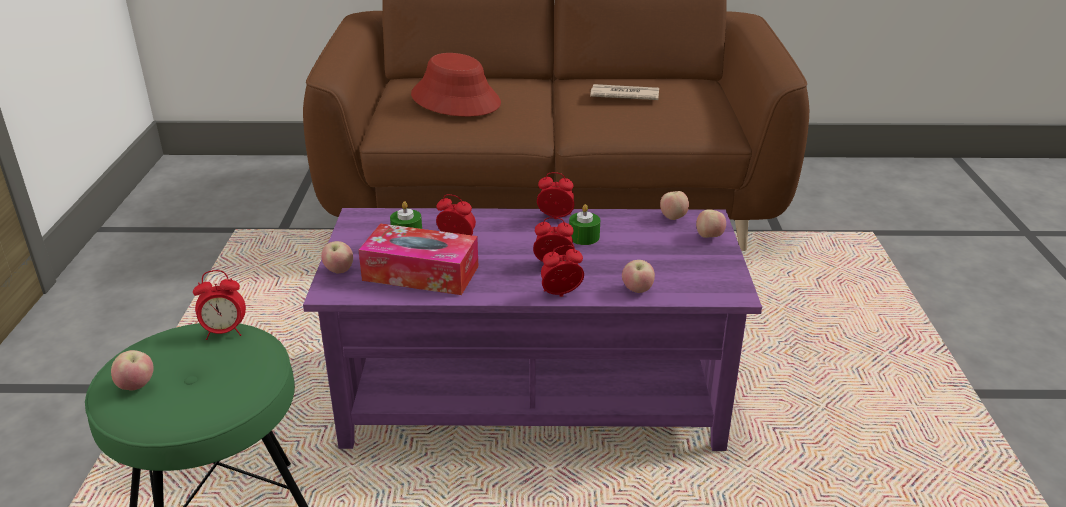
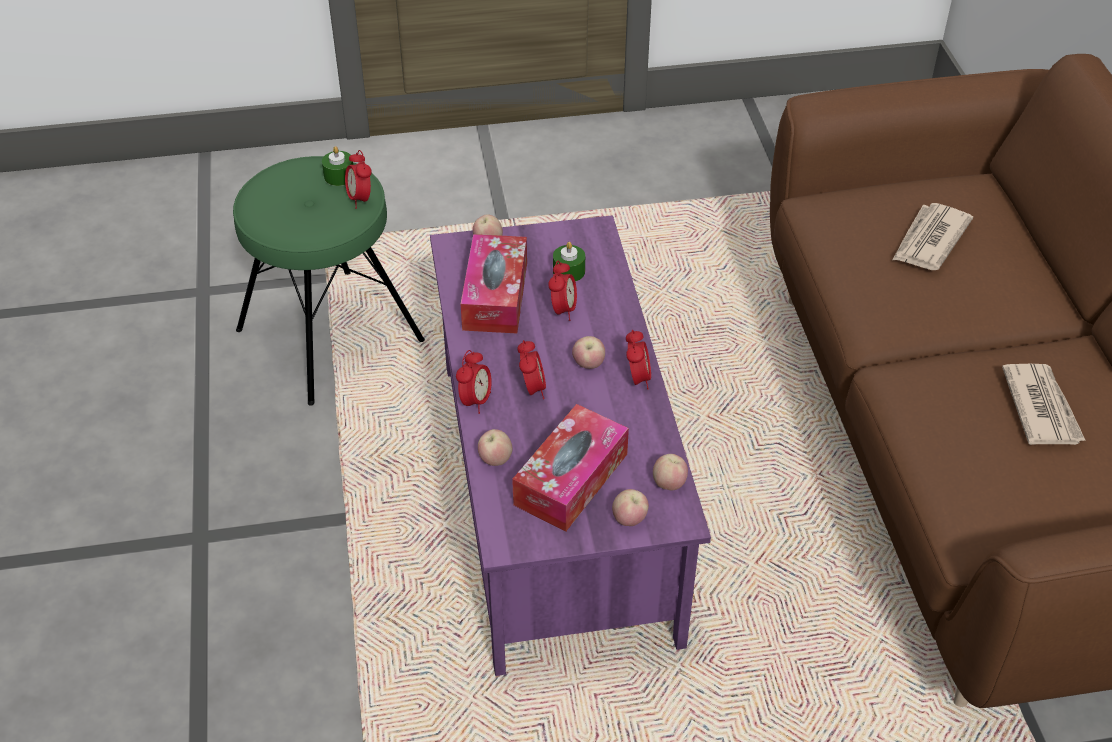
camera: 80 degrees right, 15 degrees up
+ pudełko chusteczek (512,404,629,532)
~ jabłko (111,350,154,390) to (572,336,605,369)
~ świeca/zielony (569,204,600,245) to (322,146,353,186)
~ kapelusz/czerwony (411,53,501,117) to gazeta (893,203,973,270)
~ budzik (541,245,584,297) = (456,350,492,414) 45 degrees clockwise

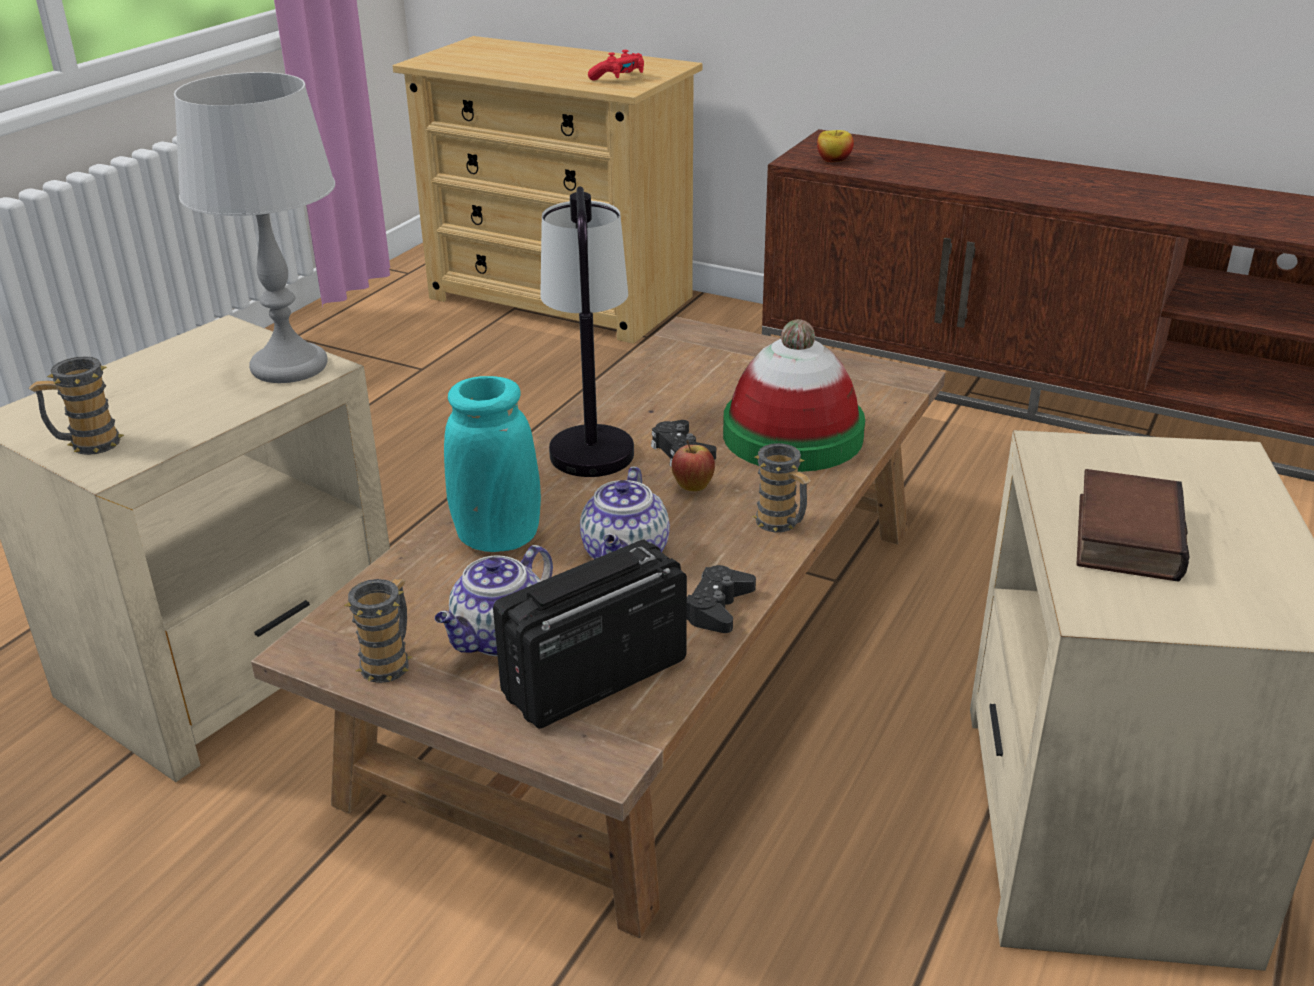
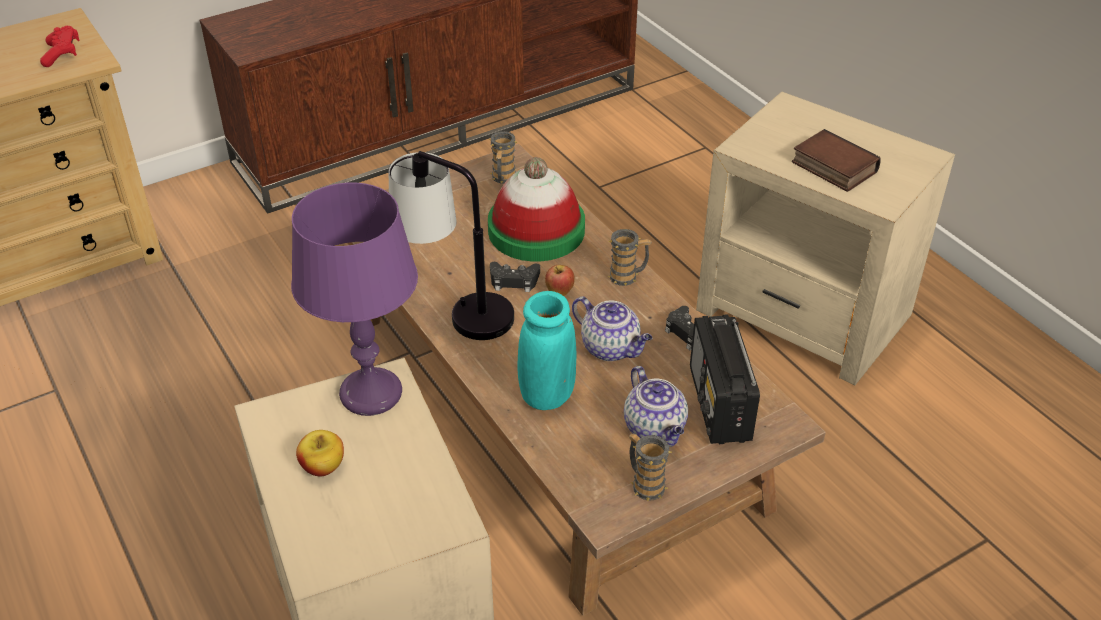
camera: 60 degrees left, 10 degrees up
~ kubek (29,356,124,455) to (488,131,517,184)
~ jabłko (817,130,854,162) to (296,430,344,477)
~ lampa stołowa/szary (174,72,335,383) to lampa stołowa/fioletowy (291,182,418,416)

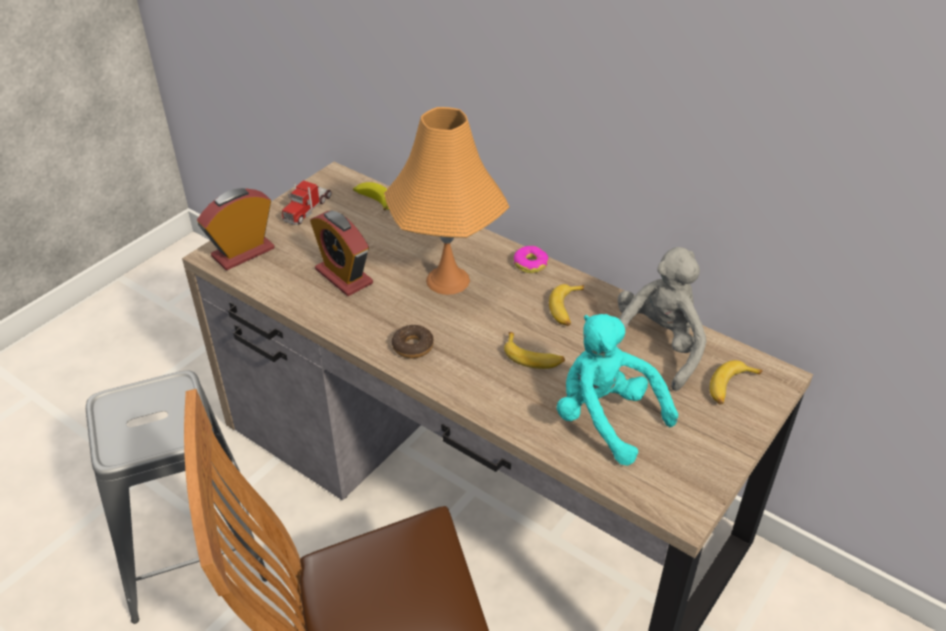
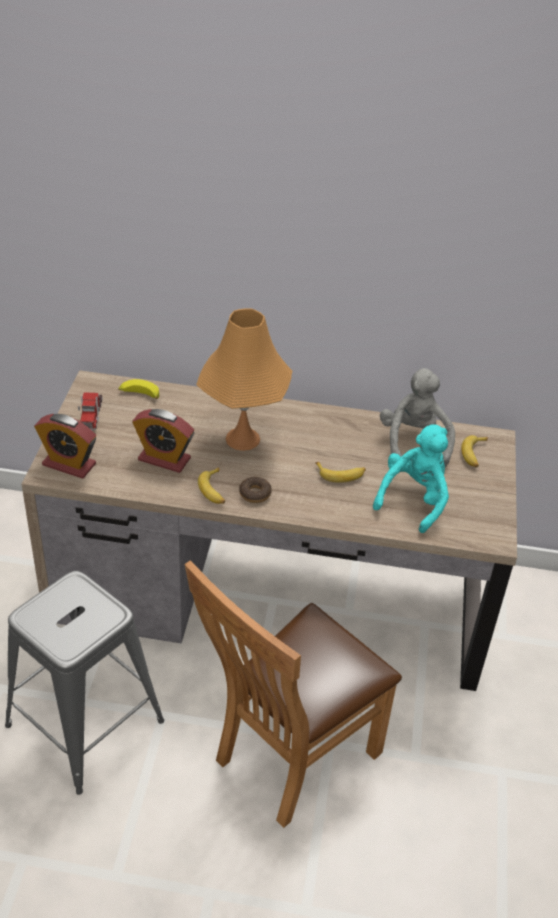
camera: 30 degrees left, 0 degrees up
- donut (514,246,549,273)
~ banan (549,284,584,326) to (198,468,225,504)
~ budzik (197,188,274,270) = (34,414,96,479) 90 degrees counterclockwise
~ pluszak/turkusowy (557,314,678,466) = (373,424,449,533) 105 degrees clockwise

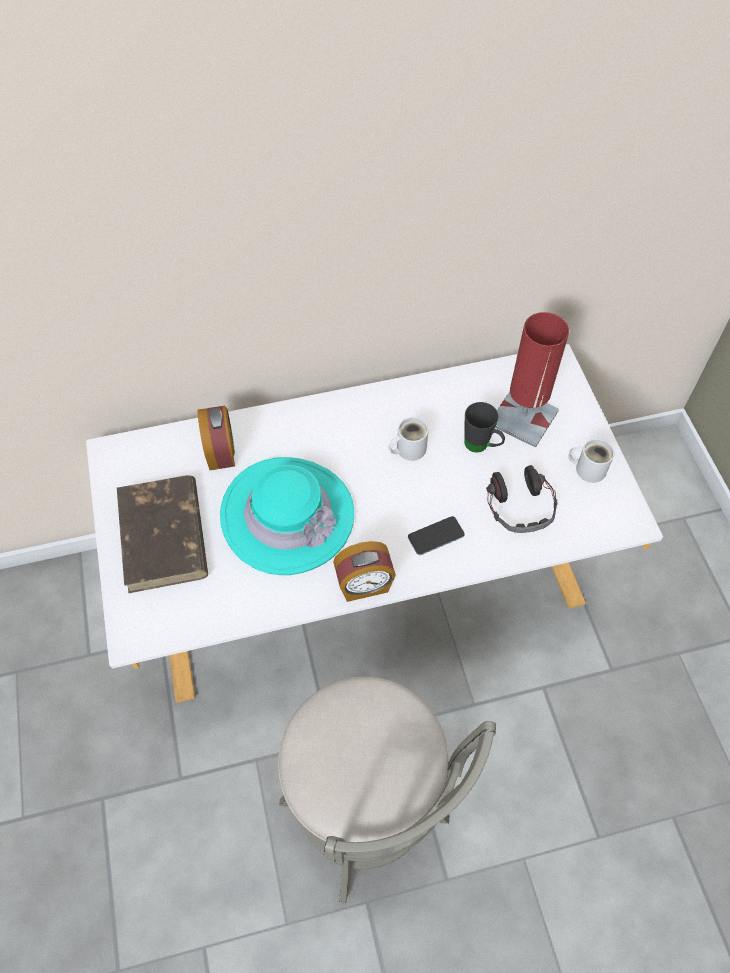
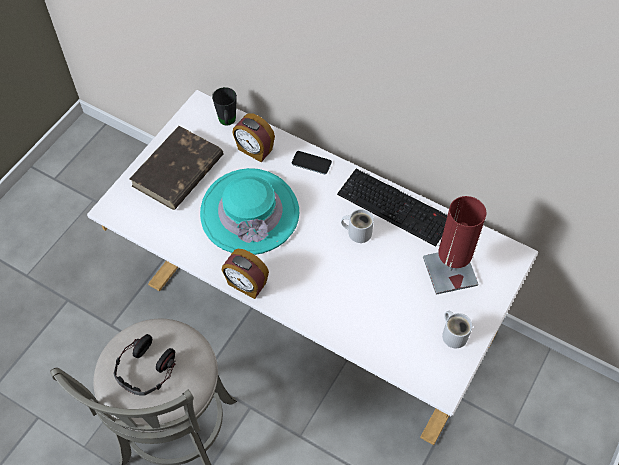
camera: 45 degrees right, 0 degrees up
+ klawiatura (337,169,447,247)
~ telefon (408,516,465,555) to (292,151,332,174)
~ kubek/czarny (464,402,505,453) to (212,87,237,125)
~ słuchawki (486,465,558,533) to (114,334,175,395)
~ budzik (198,406,235,470) = (232,113,275,162) 90 degrees clockwise

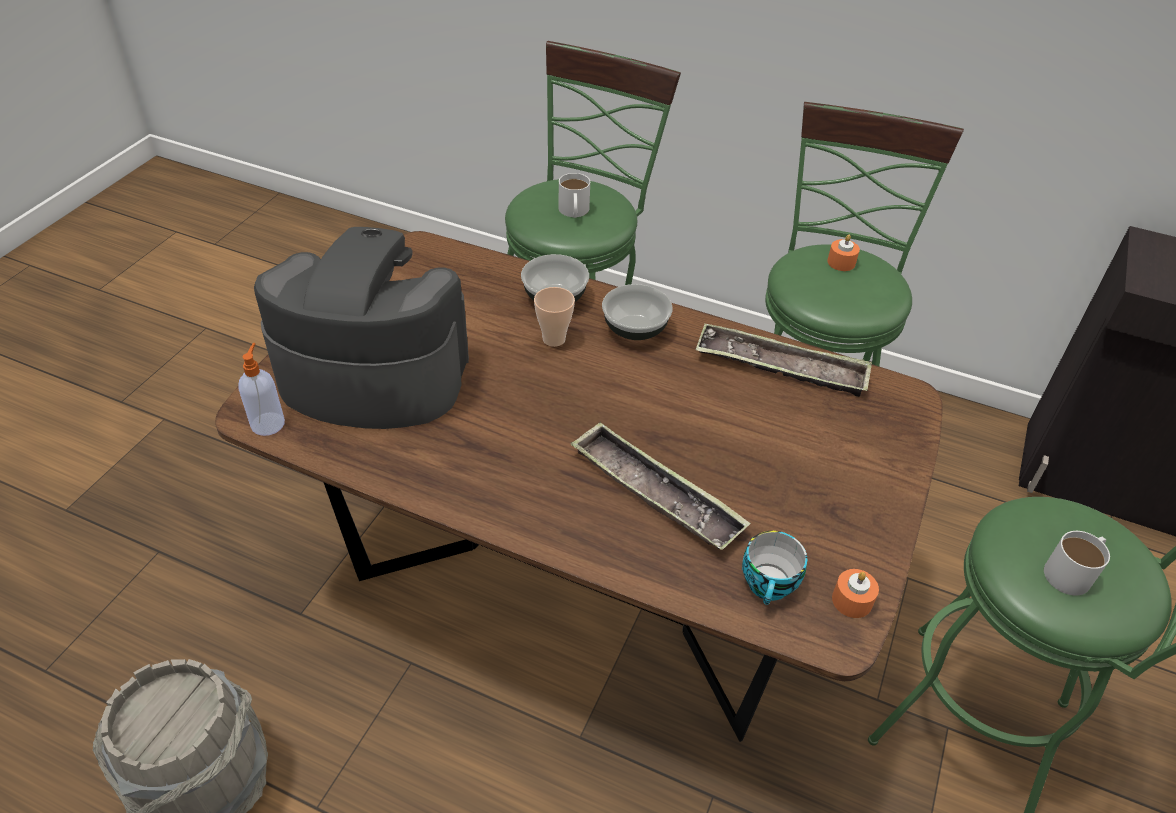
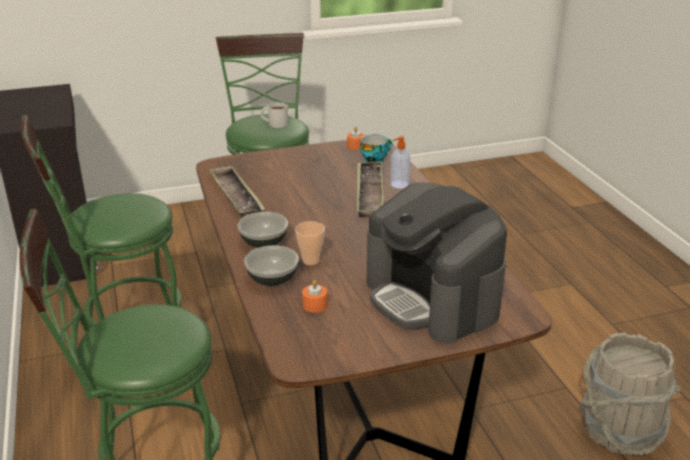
camera: 130 degrees left, 15 degrees down
- kubek/biały (558,173,590,218)
~ dozownik mydła (238,343,285,436) to (391,136,410,188)
~ świeca/pomarańczowy (827,235,860,271) to (302,280,328,313)

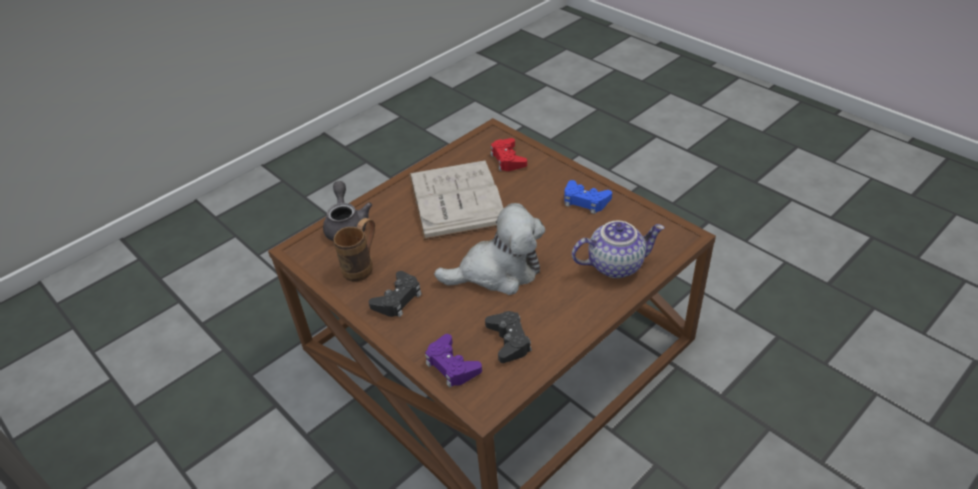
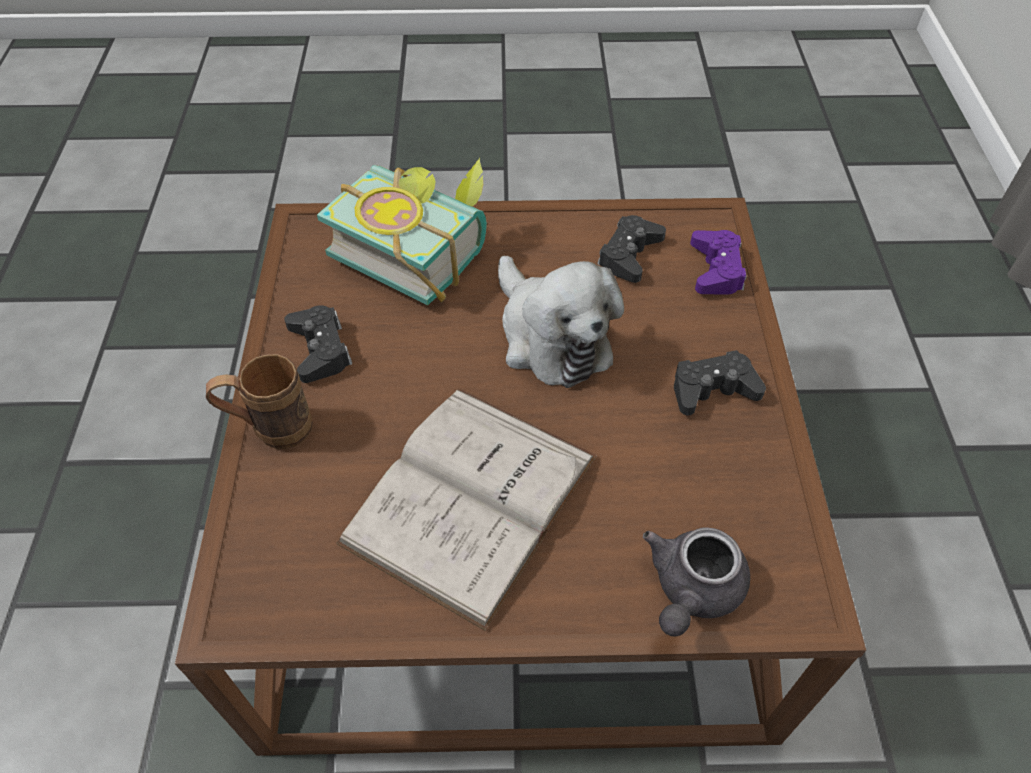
camera: 140 degrees left, 10 degrees up
- pad do gier/czerwony (491,138,527,171)
~ kubek/brązowy (333,218,375,282) to (206,354,313,449)
~ imbryk (572,221,665,278) to książka (317,158,487,306)
~ pad do gier/niebieski (564,180,612,214) to pad do gier/czarny (284,305,352,383)
~ pluszak (434,203,545,295) = (498,256,624,388) 150 degrees counterclockwise

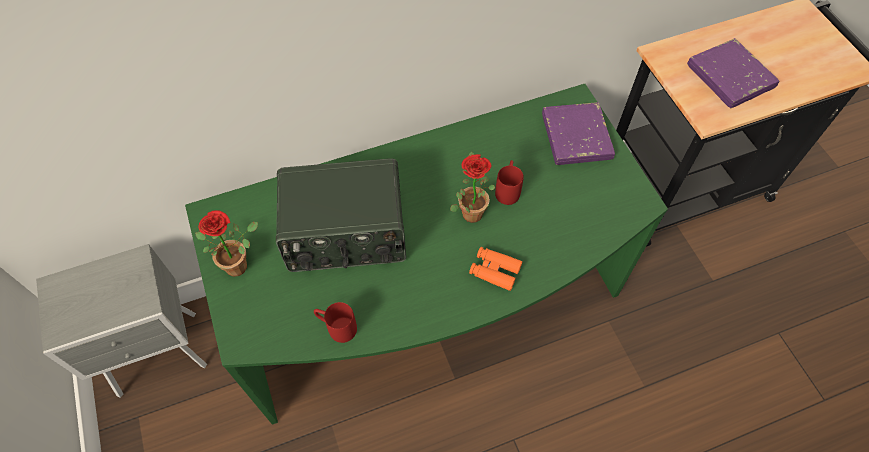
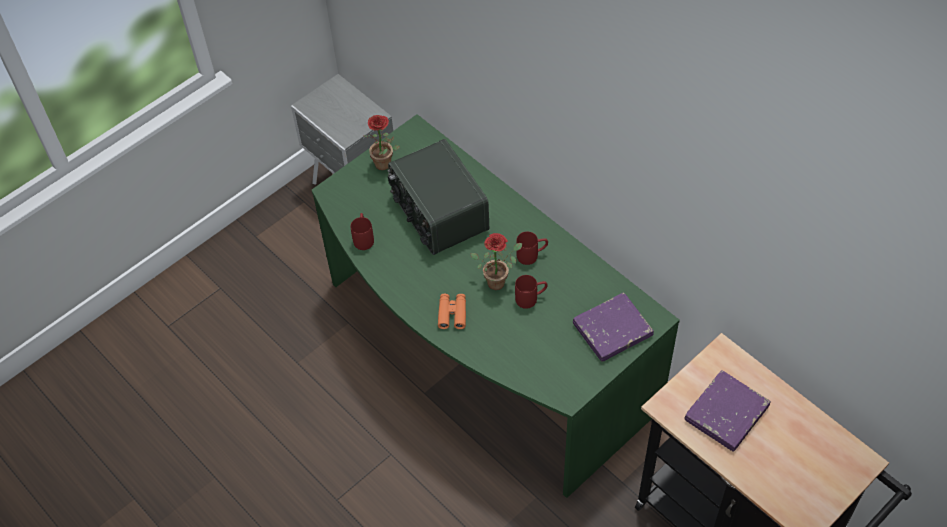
camera: 70 degrees right, 5 degrees down
+ kubek/czerwony (516,232,548,265)

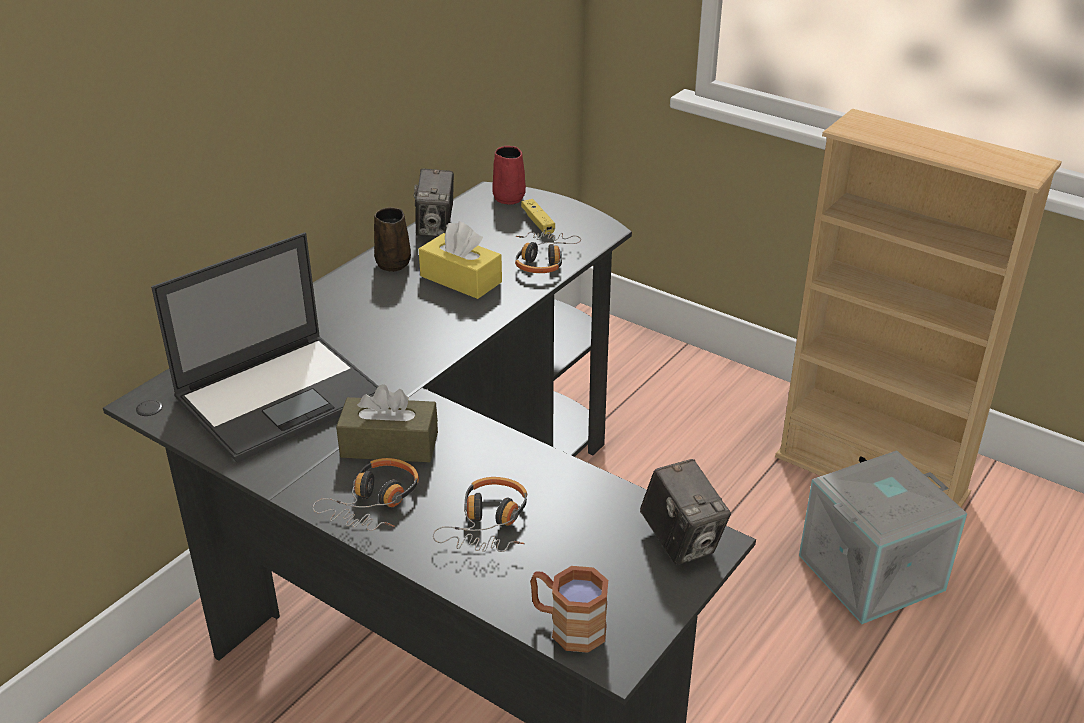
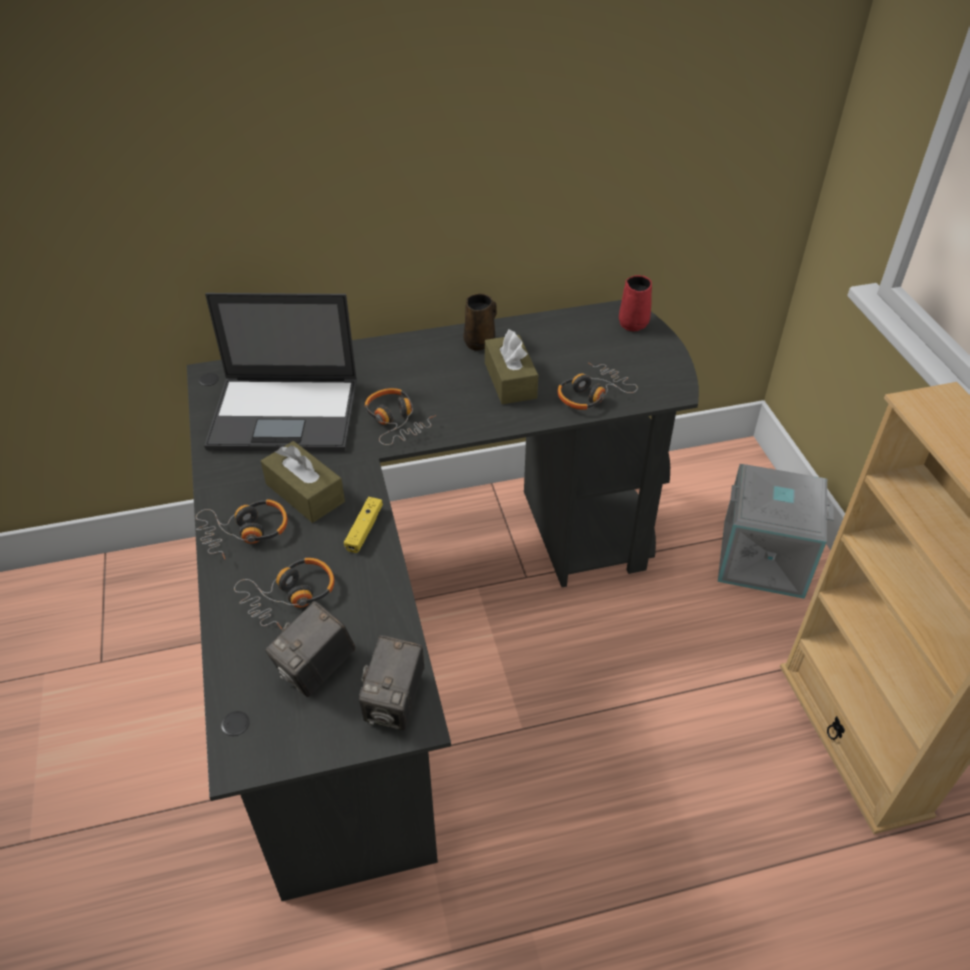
camera: 40 degrees right, 10 degrees up
- kubek/brązowy (530,566,608,653)
+ słuchawki (365,388,436,445)
~ aparat fotograficzny (414,169,454,237) to (265,601,356,697)
~ pad do gier/żółty (521,199,555,234) to (344,497,383,553)
~ pojemnik do przechowywania/szary (799,450,967,624) to (718,464,834,599)
~ pudełko chusteczek/żółty (419,221,502,299) to pudełko chusteczek/brązowy (485,329,538,404)

